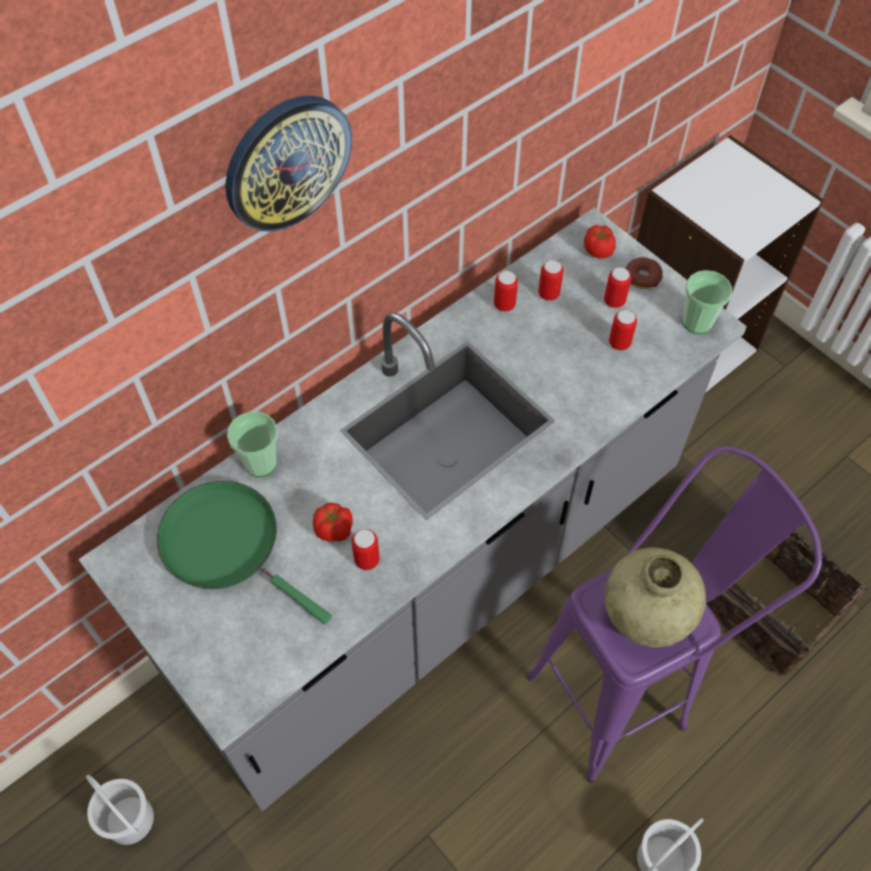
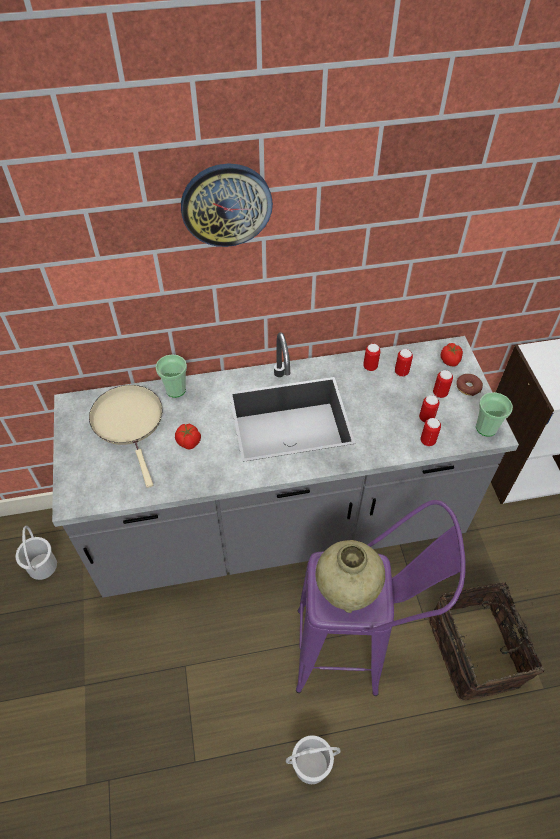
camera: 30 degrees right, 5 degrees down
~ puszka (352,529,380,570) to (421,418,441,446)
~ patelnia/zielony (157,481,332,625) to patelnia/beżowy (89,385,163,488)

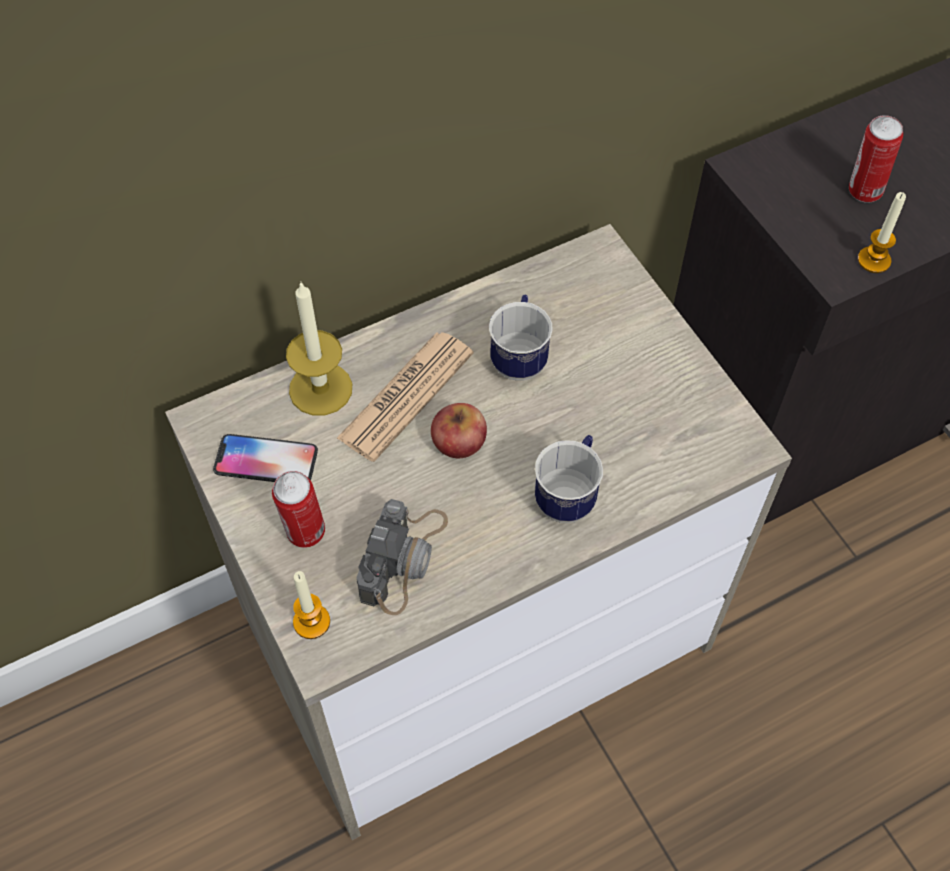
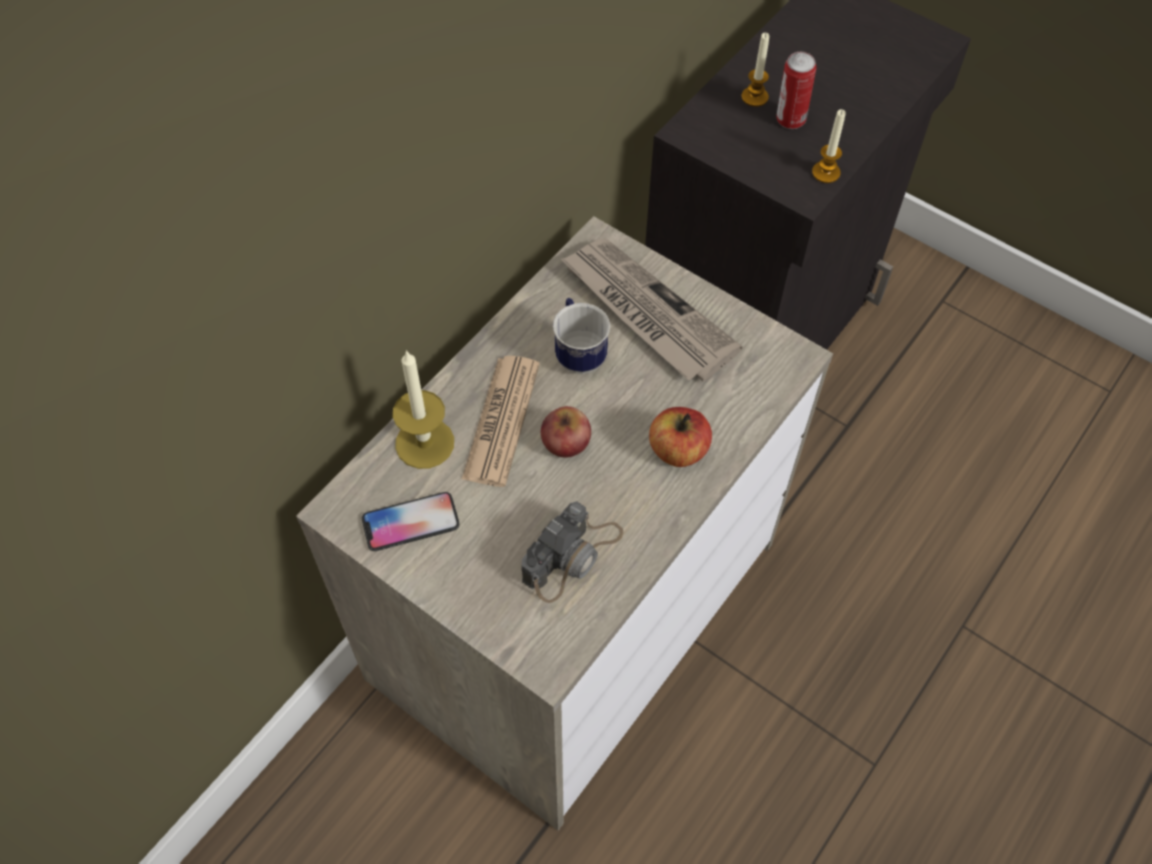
camera: 25 degrees left, 0 degrees up
- puszka (272,471,325,548)
+ gazeta (561,239,743,381)
~ świeca (293,571,330,639) to (741,33,769,107)
~ kubek (535,435,603,523) to jabłko (649,407,712,467)
~ aparat fotograficzny (356,499,448,615) = (522,501,624,603) 45 degrees clockwise

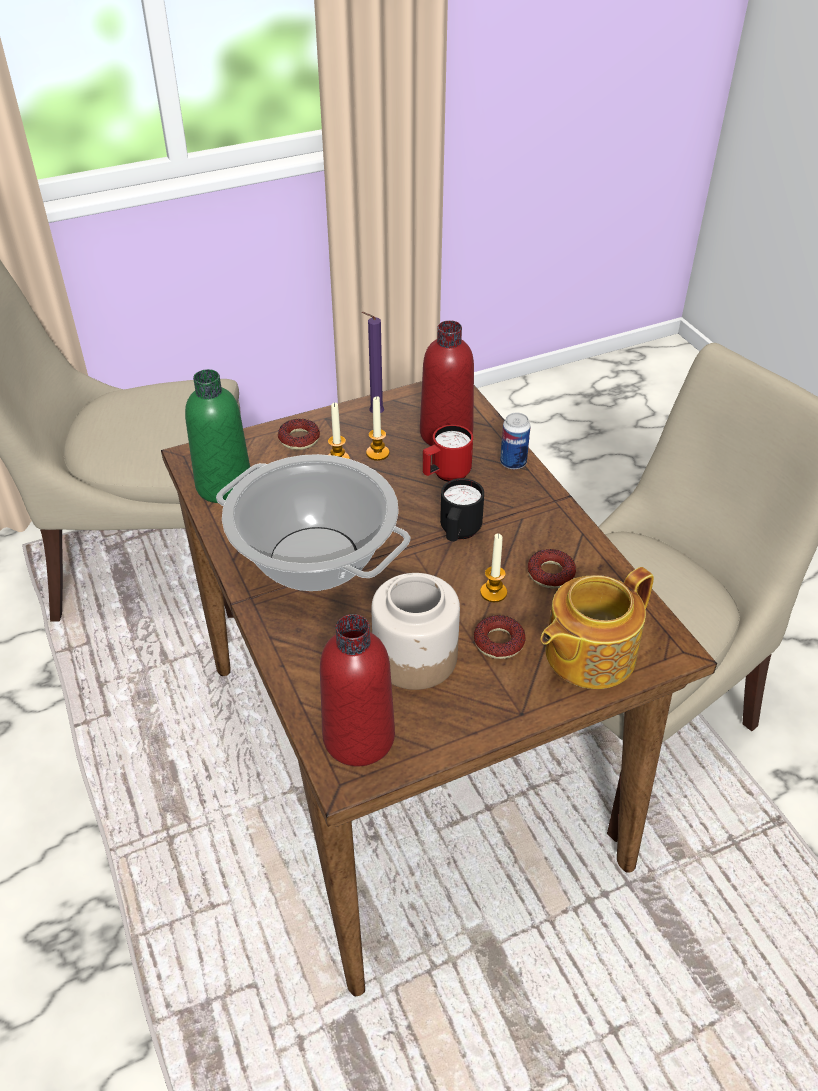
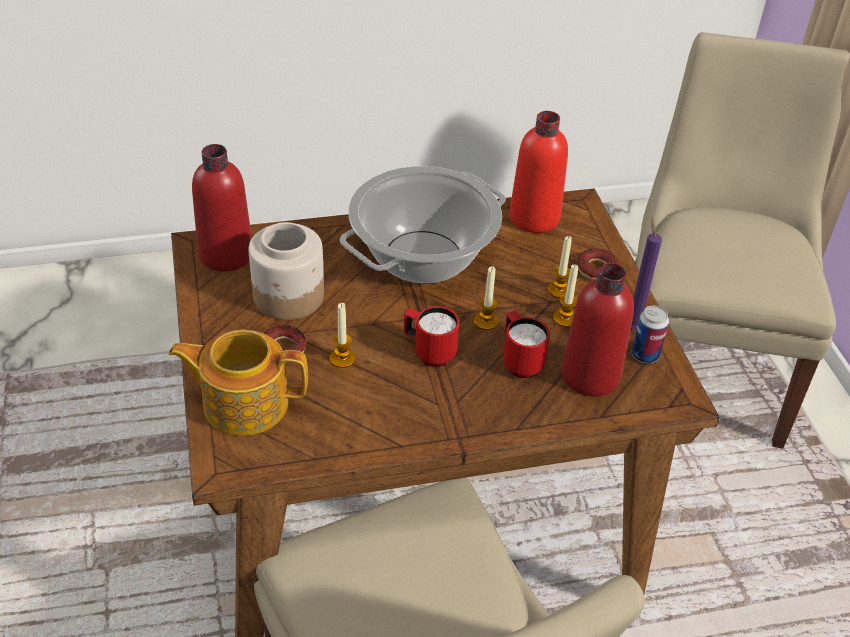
camera: 100 degrees right, 0 degrees up
- donut (527,549,576,589)
+ świeca (474,266,499,330)
~ puszka (500,413,531,469) to (632,305,669,363)
~ butelka/zielony (185,369,250,503) to butelka/czerwony (509,111,568,233)
~ kubek/czarny (440,478,484,541) to kubek/czerwony (404,306,459,367)
~ imbryk (541,567,654,689) = (169,330,308,436) 60 degrees counterclockwise

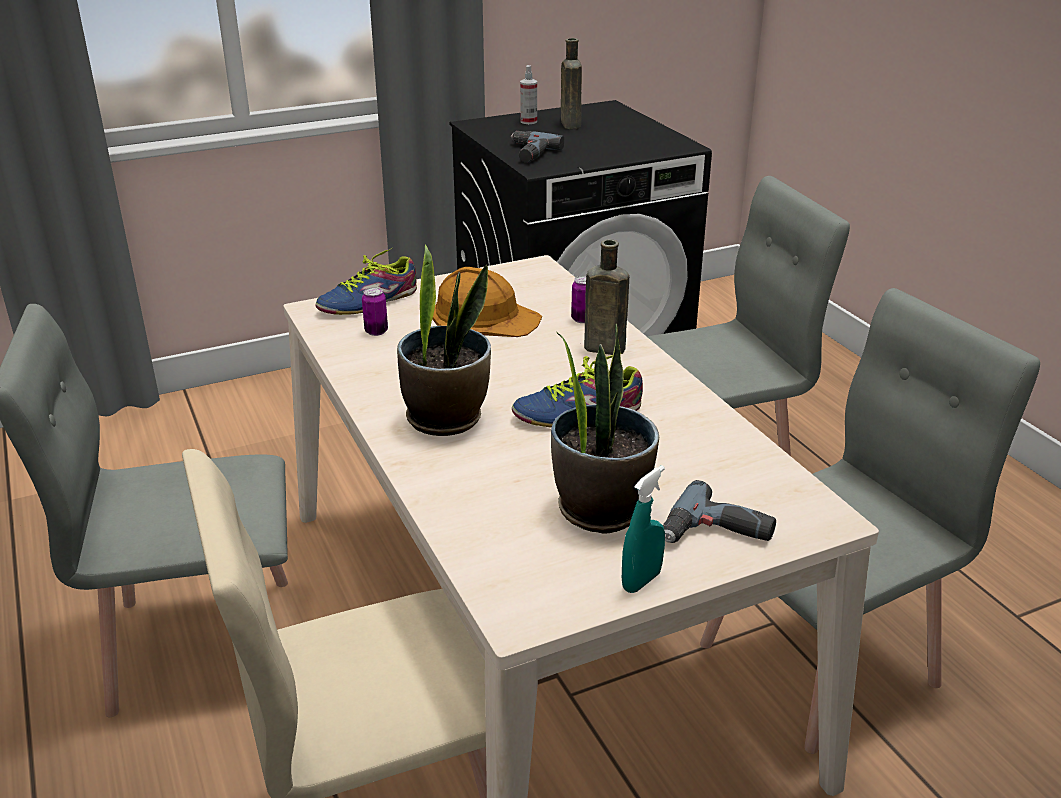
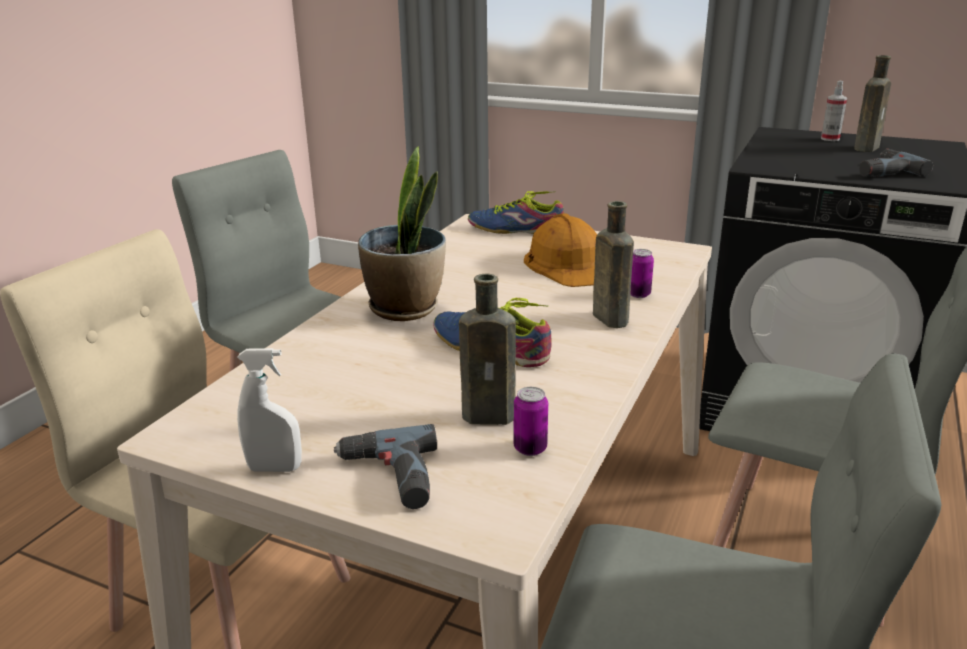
camera: 50 degrees right, 5 degrees down
- roślina doniczkowa (551,324,659,534)
+ butelka/brązowy (459,273,516,425)
~ puszka (362,287,388,336) to (514,387,548,456)
~ wiertarka (511,131,564,163) to (859,149,933,177)
~ spryskiwacz/turkusowy (622,465,665,593) to spryskiwacz/biały (237,348,302,472)

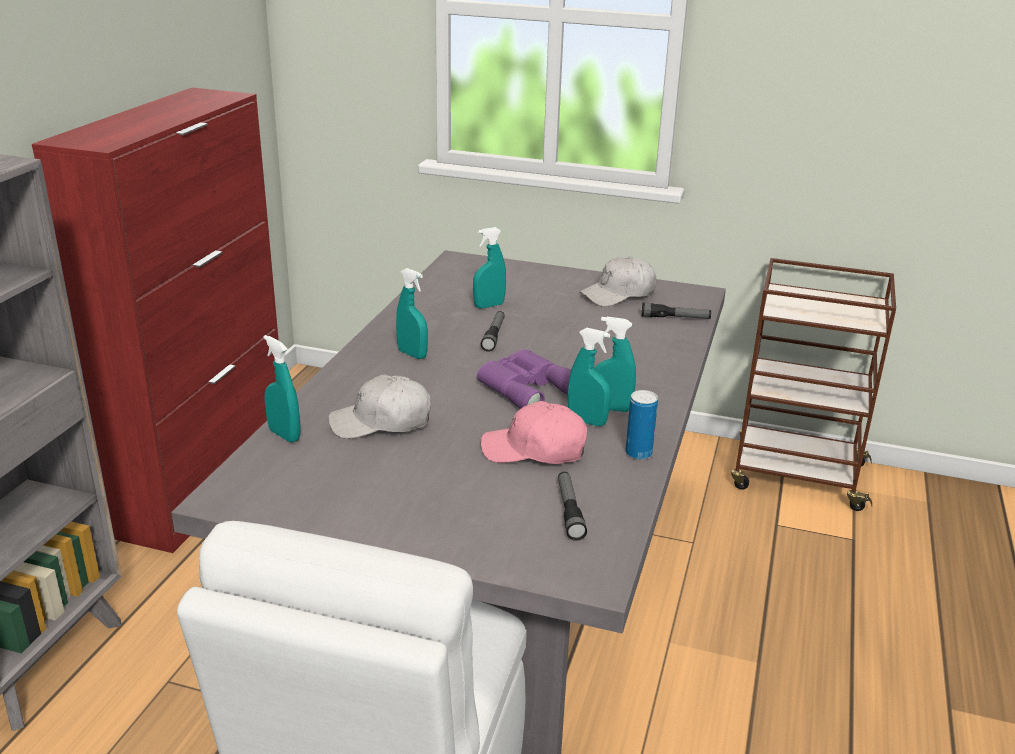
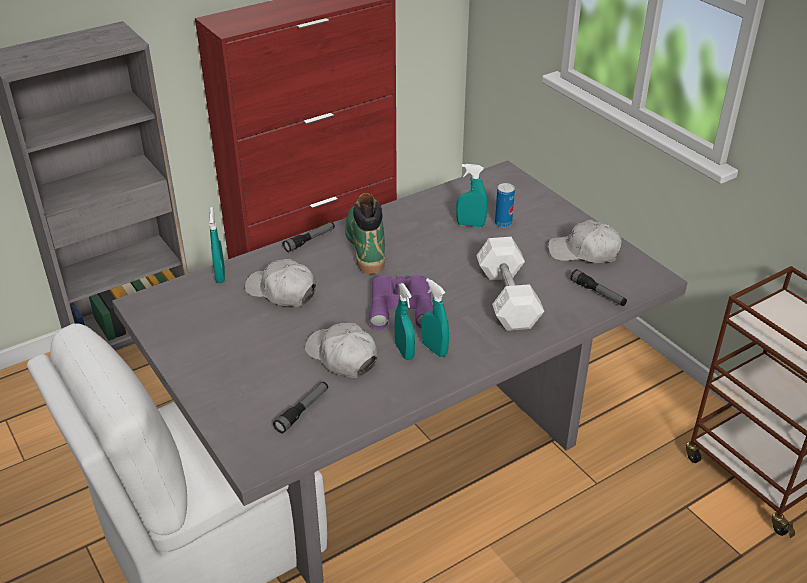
camera: 40 degrees right, 10 degrees up
+ hantel/biały (476,237,544,331)
~ latarka (481,311,505,352) to (283,222,335,252)
~ puszka (625,390,658,460) to (495,183,515,228)
~ spryskiwacz/turkusowy (396,268,428,359) to but z cholewką/zielony (345,193,385,274)
~ czapka z daszkiem/różowy (481,401,587,464) to czapka z daszkiem/biały (305,323,378,378)

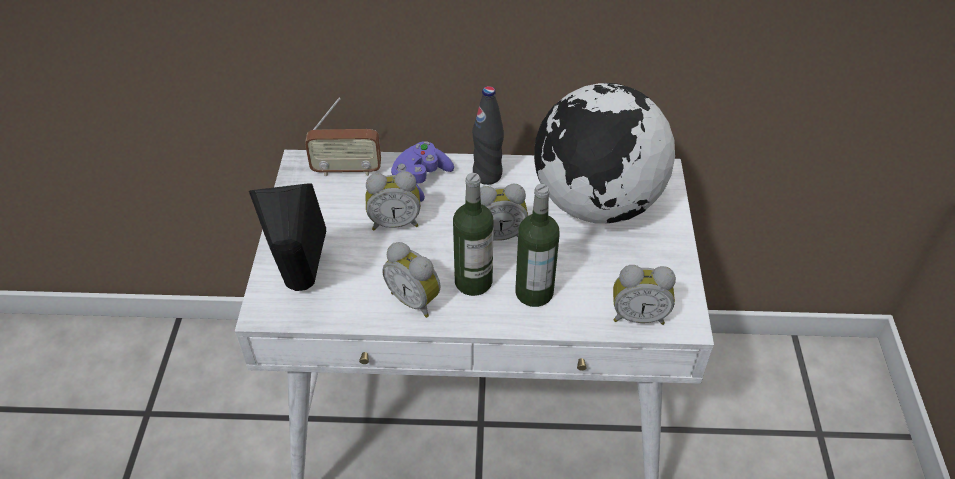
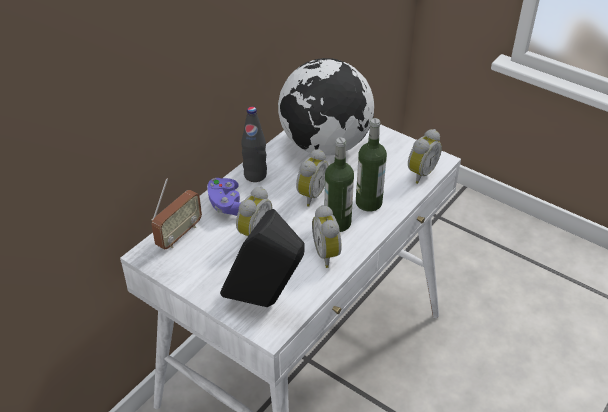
camera: 55 degrees left, 5 degrees down
~ budzik (382,242,441,318) = (312,205,342,268) 90 degrees clockwise

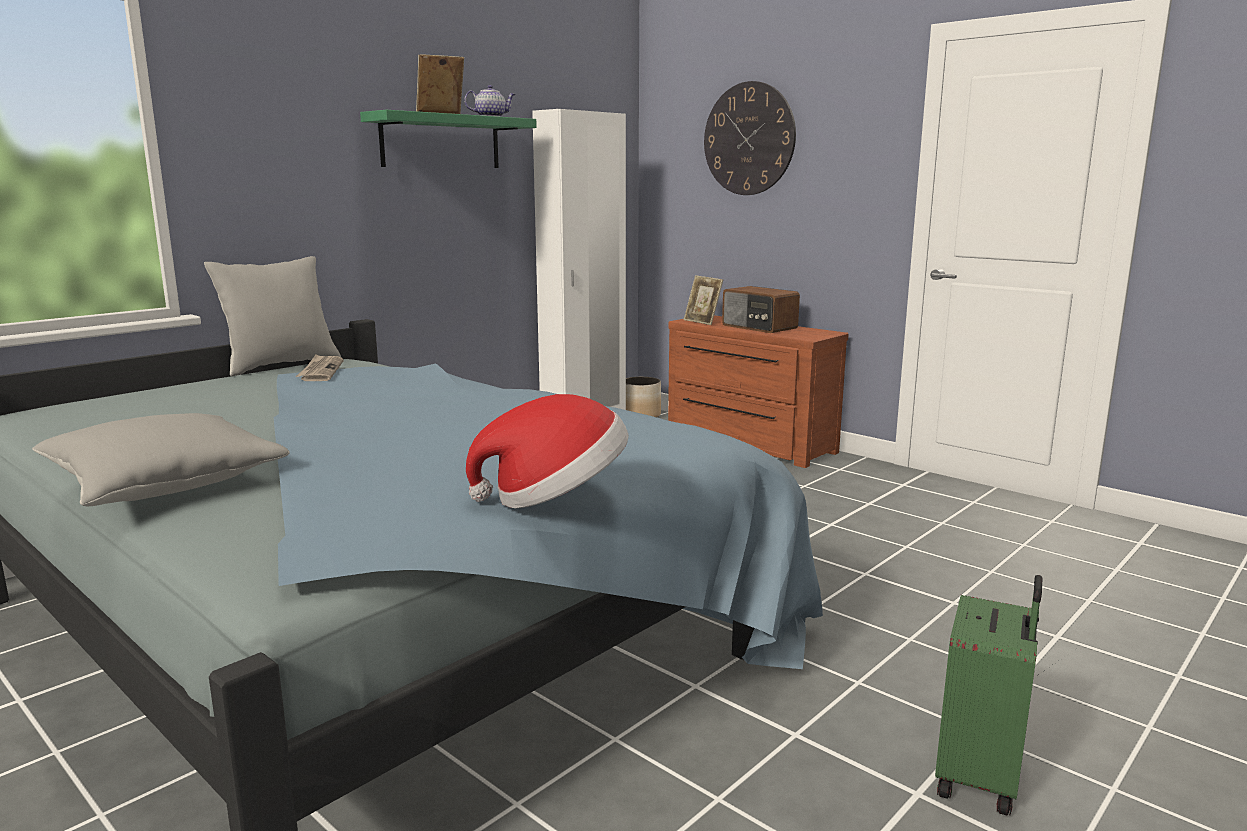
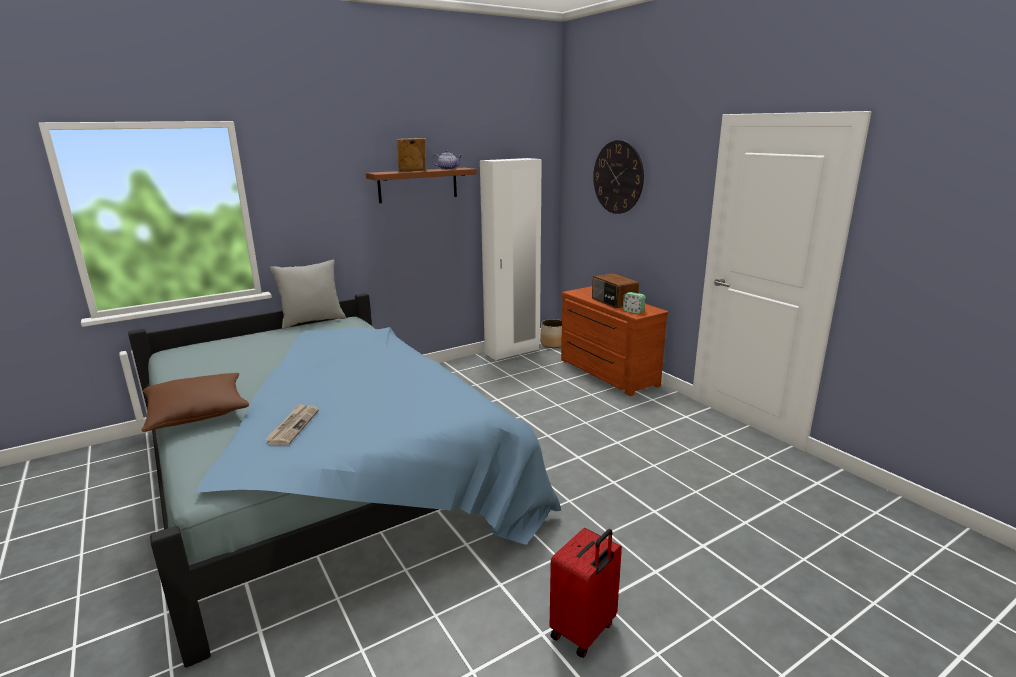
camera: 15 degrees right, 5 degrees up
- kapelusz (466,394,629,508)
- ramka na zdjęcie (684,275,723,325)
+ budzik (623,292,646,314)
~ gazeta (296,354,343,381) to (264,404,319,446)
~ poduszka/szary (32,413,290,507) to poduszka/brązowy (142,373,249,432)
~ półka/zielony (360,110,537,168) to półka/brązowy (366,168,477,203)
~ walizka/zielony (935,575,1043,816) to walizka/czerwony (550,528,622,658)

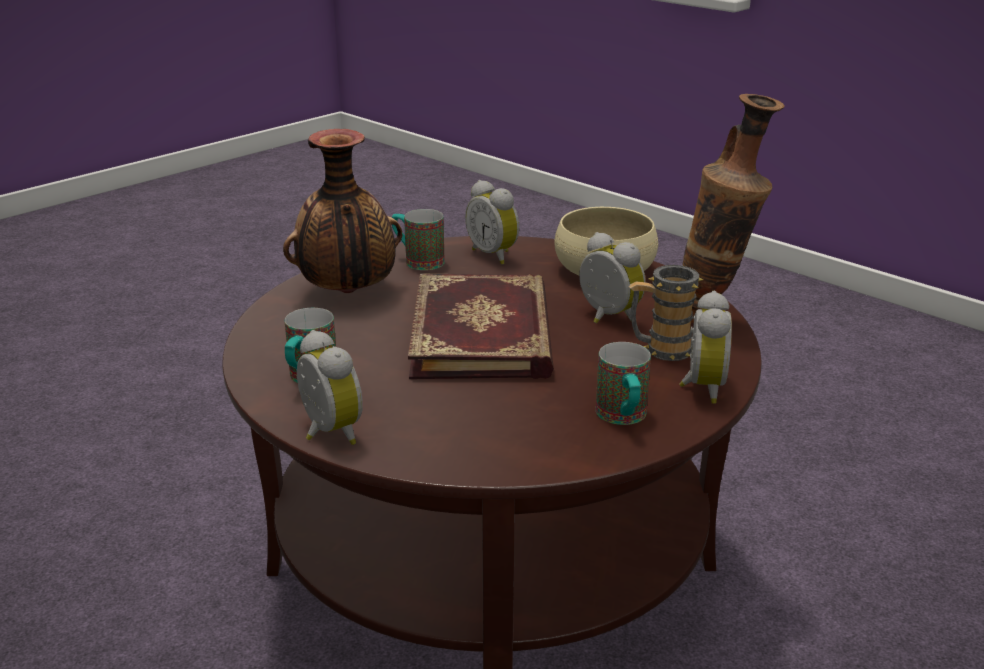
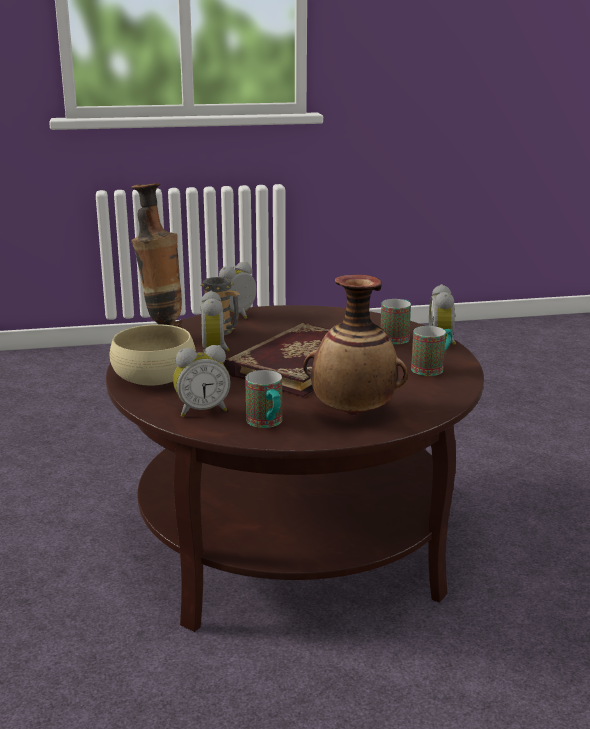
camera: 145 degrees left, 5 degrees down
~ kubek (596,342,651,425) to (380,299,411,344)
~ budzik (465,180,519,265) = (173,345,231,417) 75 degrees clockwise

